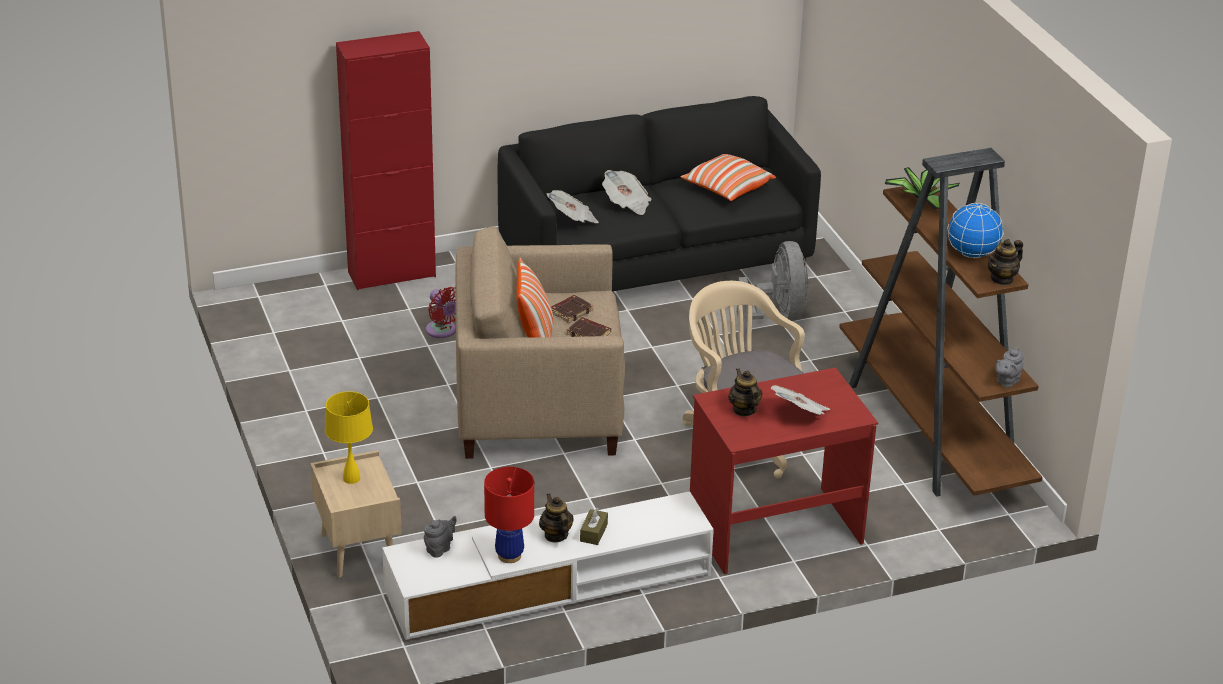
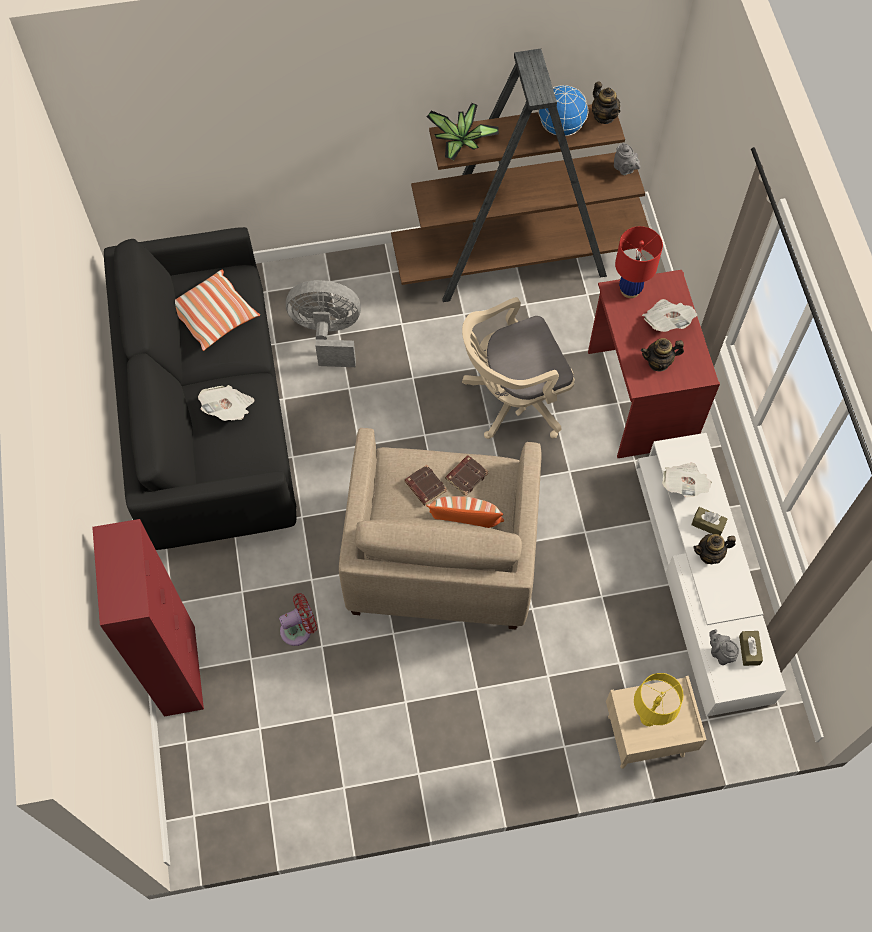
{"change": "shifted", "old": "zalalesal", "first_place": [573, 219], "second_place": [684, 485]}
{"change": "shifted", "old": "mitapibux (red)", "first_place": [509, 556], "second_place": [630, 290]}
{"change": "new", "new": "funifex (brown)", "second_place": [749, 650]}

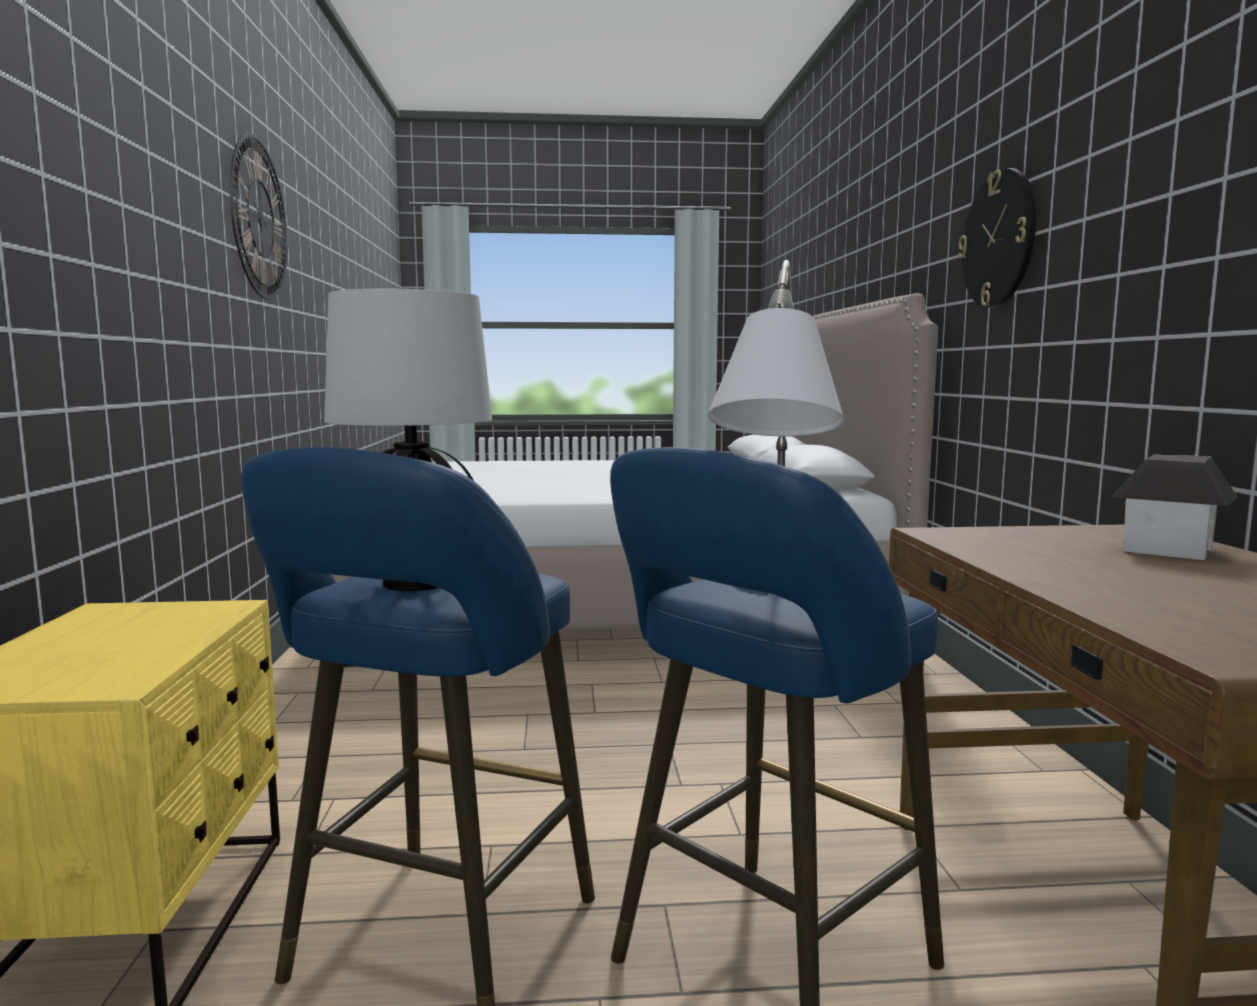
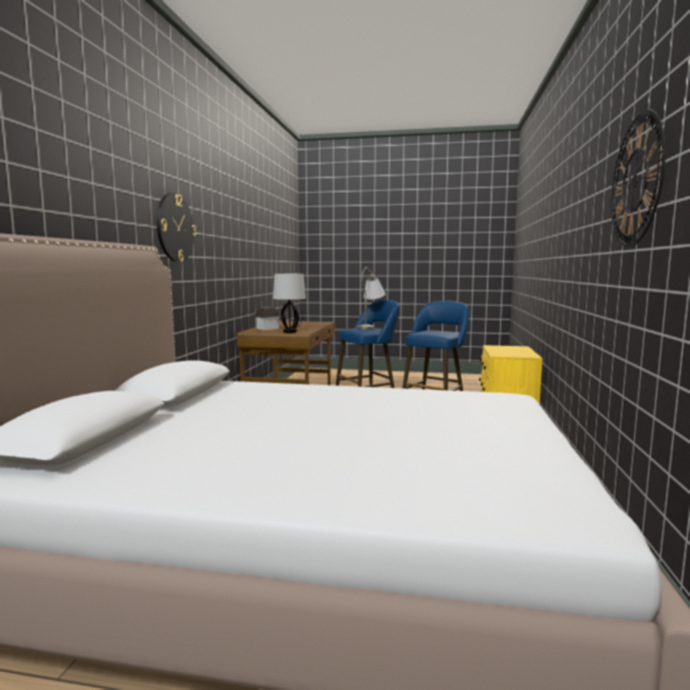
{"change": "shifted", "old": "mitapibux", "first_place": [415, 583], "second_place": [290, 332]}

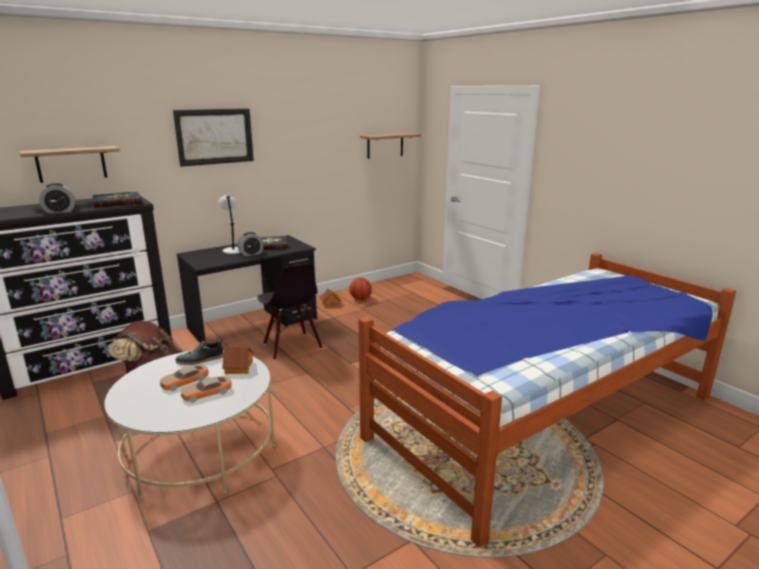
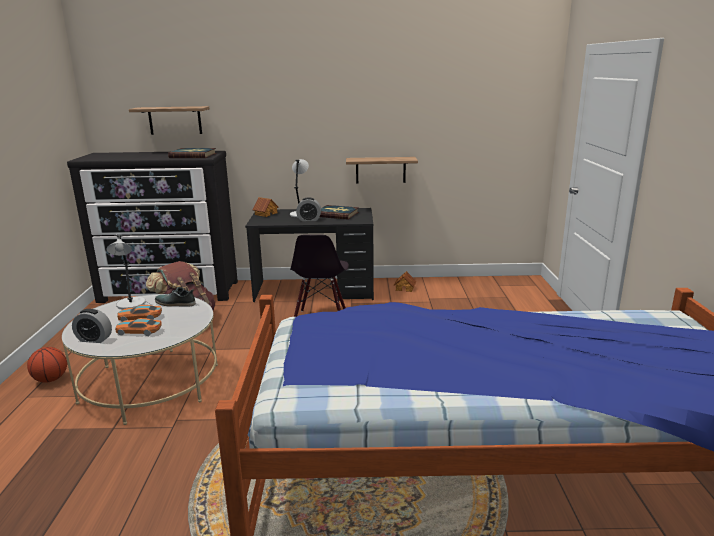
{"change": "gone", "old": "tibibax", "first_place": [214, 136]}
{"change": "shifted", "old": "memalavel", "first_place": [385, 145], "second_place": [380, 170]}
{"change": "shifted", "old": "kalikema", "first_place": [60, 211], "second_place": [94, 339]}
{"change": "shifted", "old": "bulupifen", "first_place": [360, 299], "second_place": [51, 380]}
{"change": "shifted", "old": "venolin", "first_place": [238, 367], "second_place": [265, 214]}
{"change": "new", "new": "mitapibux (grey)", "second_place": [131, 304]}

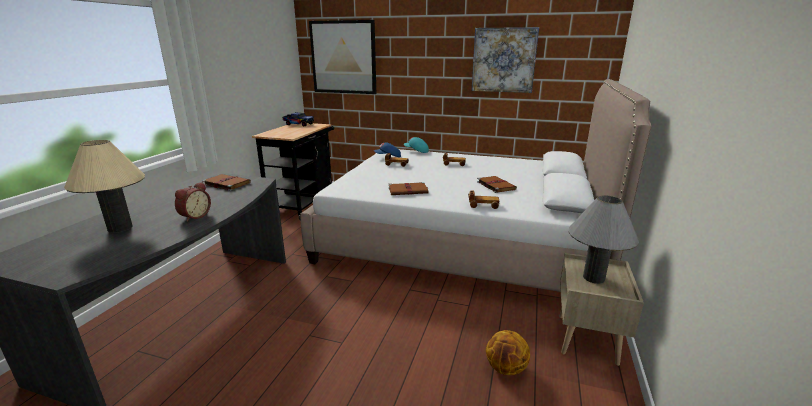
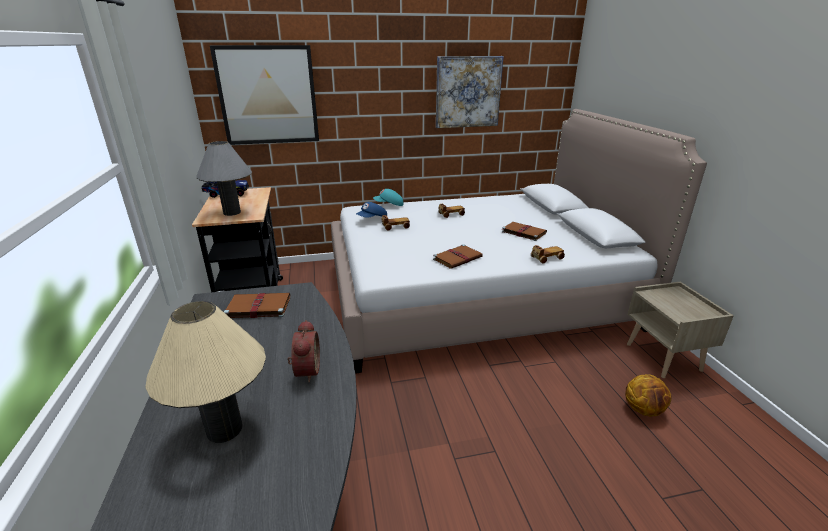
{"change": "shifted", "old": "mitapibux (grey)", "first_place": [593, 278], "second_place": [232, 212]}

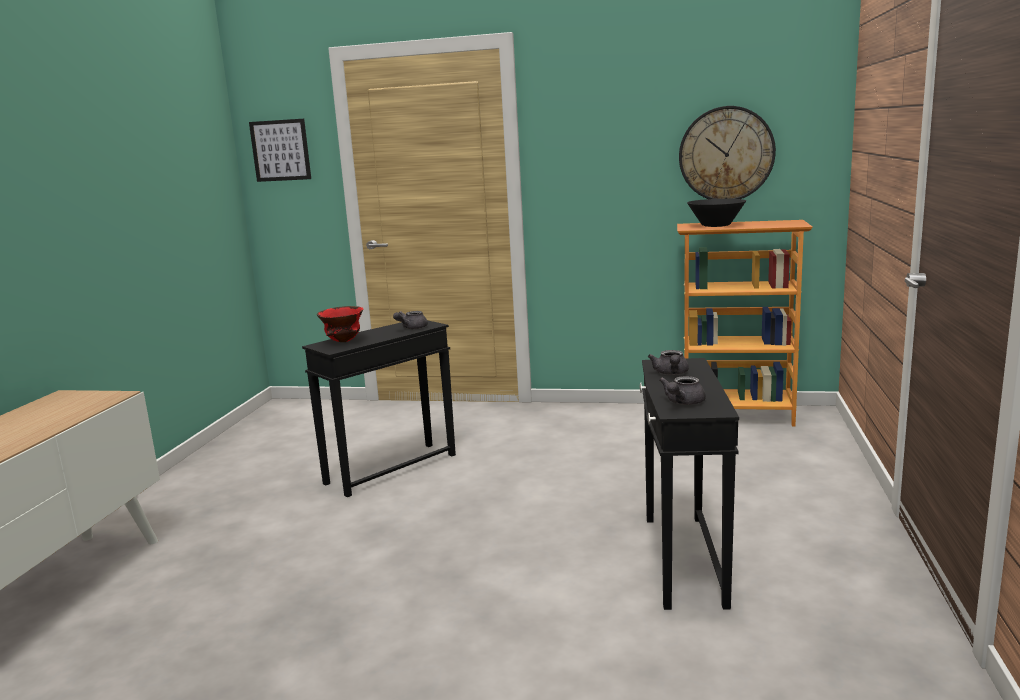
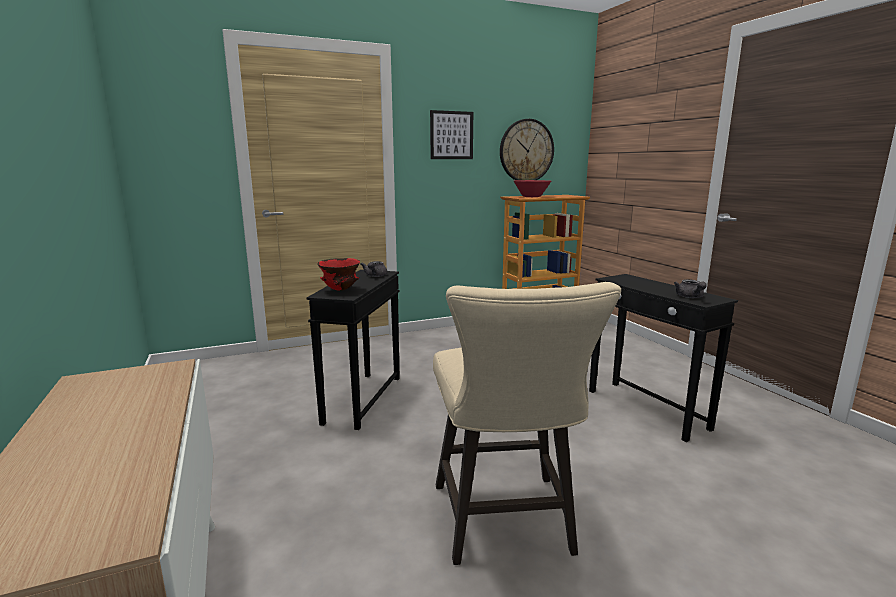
{"change": "shifted", "old": "tibibax", "first_place": [280, 150], "second_place": [451, 135]}
{"change": "repainted", "old": "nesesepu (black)", "new": "nesesepu (red)", "first_place": [715, 225], "second_place": [531, 197]}
{"change": "gone", "old": "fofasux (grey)", "first_place": [671, 373]}
{"change": "new", "new": "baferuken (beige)", "second_place": [505, 525]}

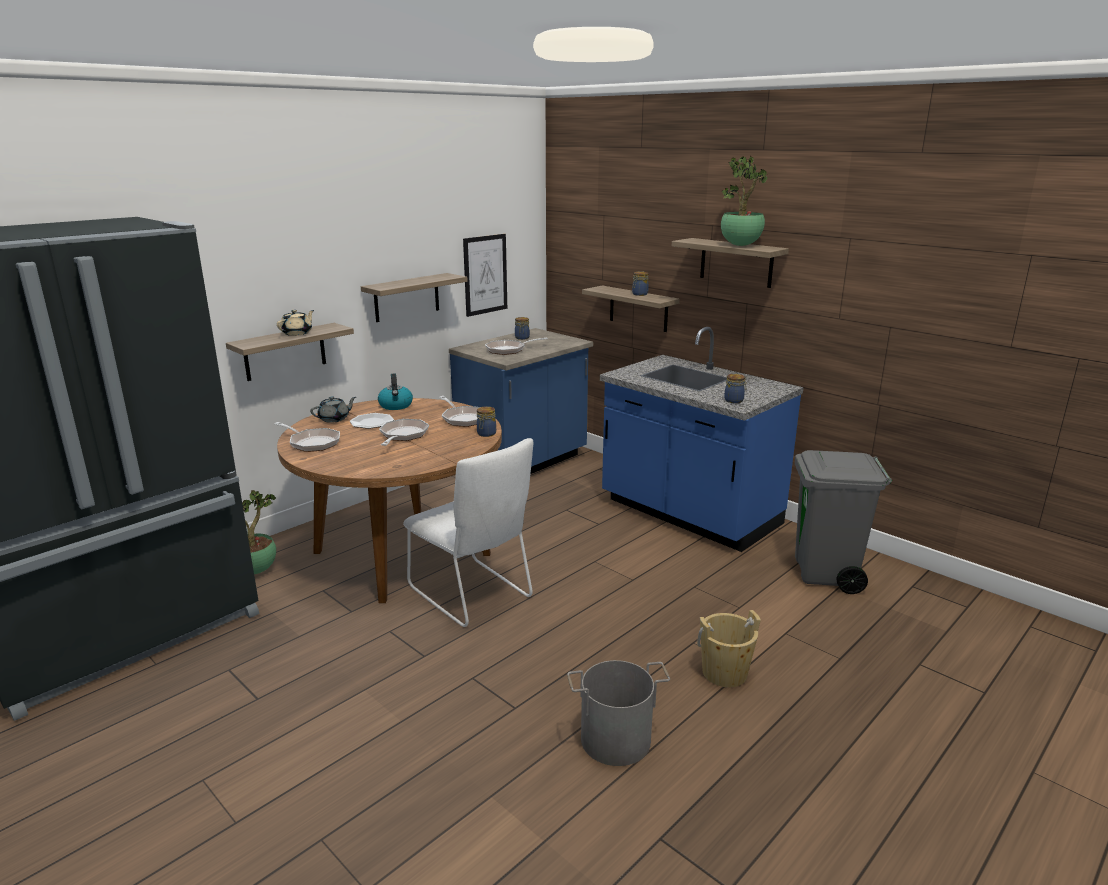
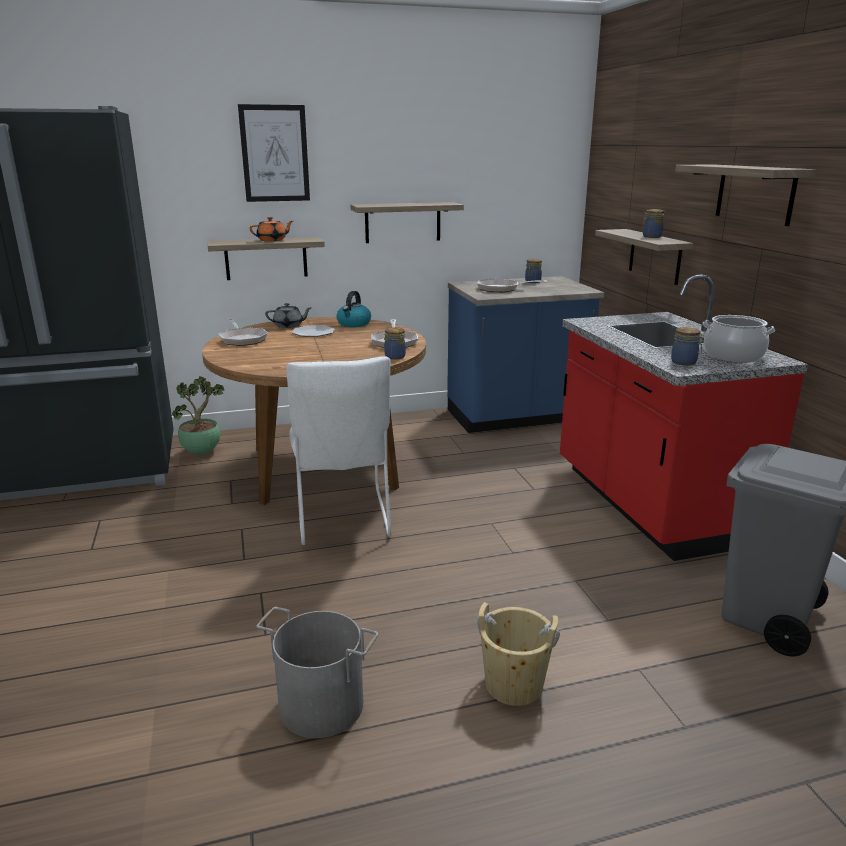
{"change": "gone", "old": "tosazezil", "first_place": [741, 245]}
{"change": "shifted", "old": "tibibax", "first_place": [485, 274], "second_place": [275, 154]}
{"change": "repainted", "old": "fofasux (beige)", "new": "fofasux (orange)", "first_place": [297, 333], "second_place": [272, 240]}
{"change": "repainted", "old": "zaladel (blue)", "new": "zaladel (red)", "first_place": [689, 513], "second_place": [649, 504]}
{"change": "gone", "old": "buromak", "first_place": [403, 435]}
{"change": "new", "new": "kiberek", "second_place": [733, 356]}

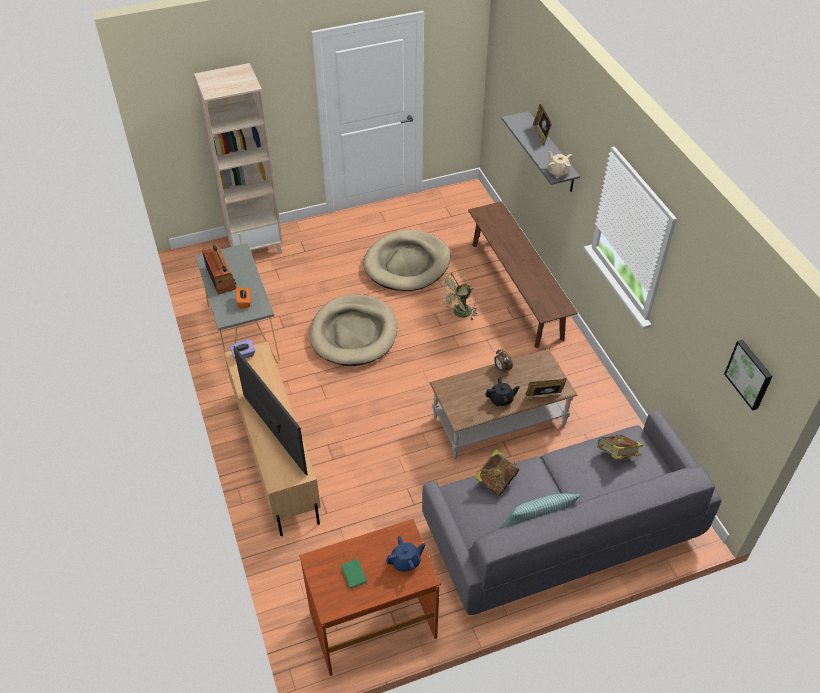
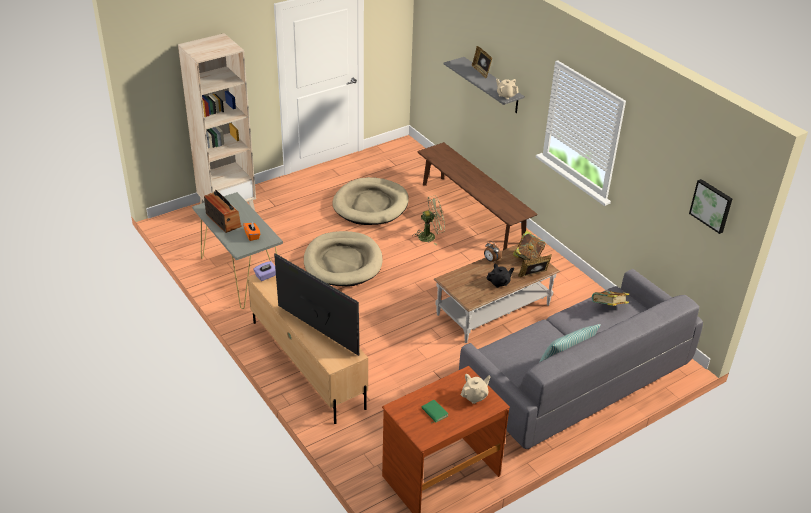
{"change": "rotated", "old": "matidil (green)", "first_place": [459, 314], "second_place": [430, 236], "degrees": -135}
{"change": "shifted", "old": "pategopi", "first_place": [495, 481], "second_place": [528, 257]}
{"change": "repainted", "old": "fofasux (blue)", "new": "fofasux (beige)", "first_place": [406, 562], "second_place": [475, 396]}

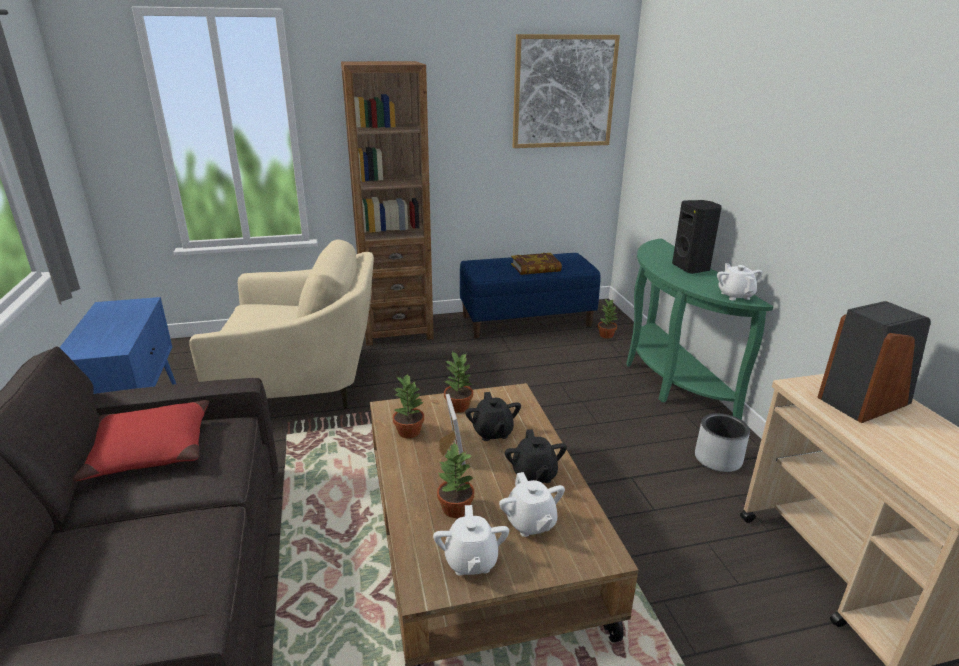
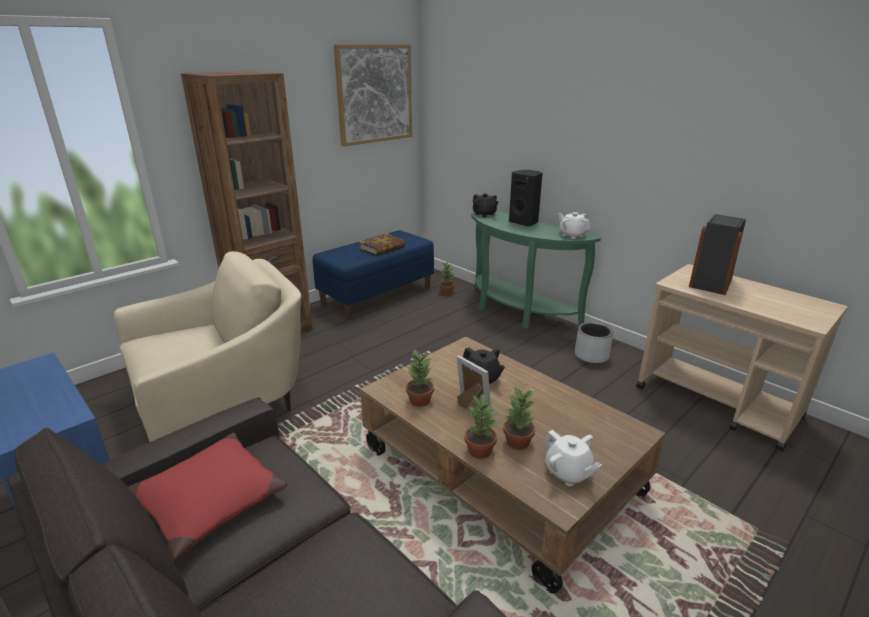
{"change": "shifted", "old": "tosazezil", "first_place": [458, 406], "second_place": [479, 450]}
{"change": "shifted", "old": "fofasux (black)", "first_place": [534, 475], "second_place": [484, 214]}
{"change": "gone", "old": "fofasux (white)", "first_place": [530, 523]}

